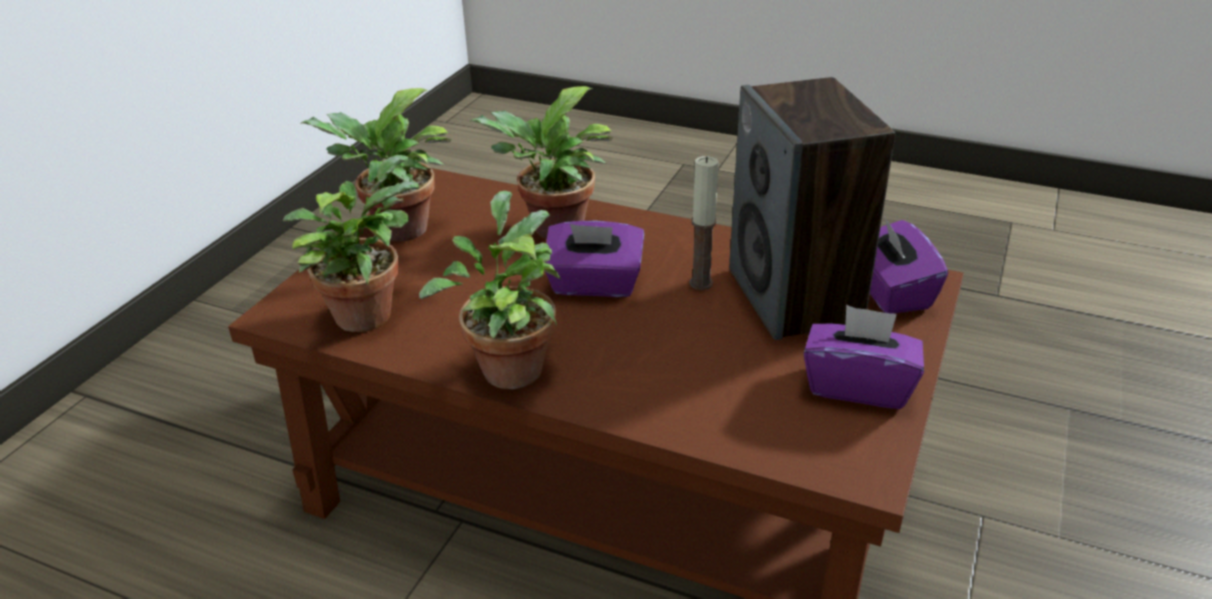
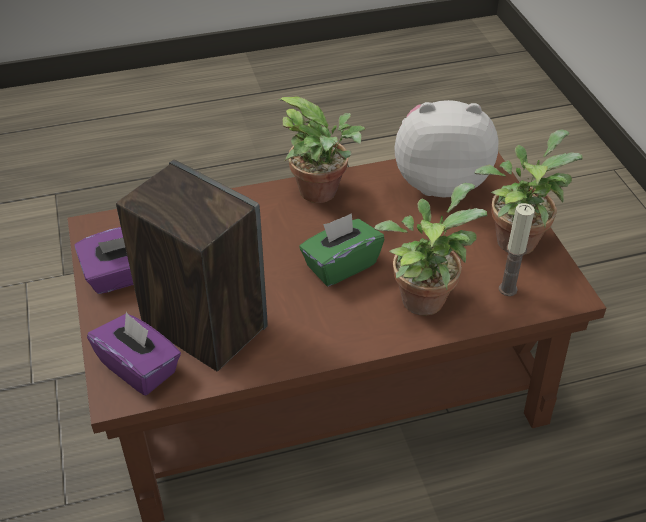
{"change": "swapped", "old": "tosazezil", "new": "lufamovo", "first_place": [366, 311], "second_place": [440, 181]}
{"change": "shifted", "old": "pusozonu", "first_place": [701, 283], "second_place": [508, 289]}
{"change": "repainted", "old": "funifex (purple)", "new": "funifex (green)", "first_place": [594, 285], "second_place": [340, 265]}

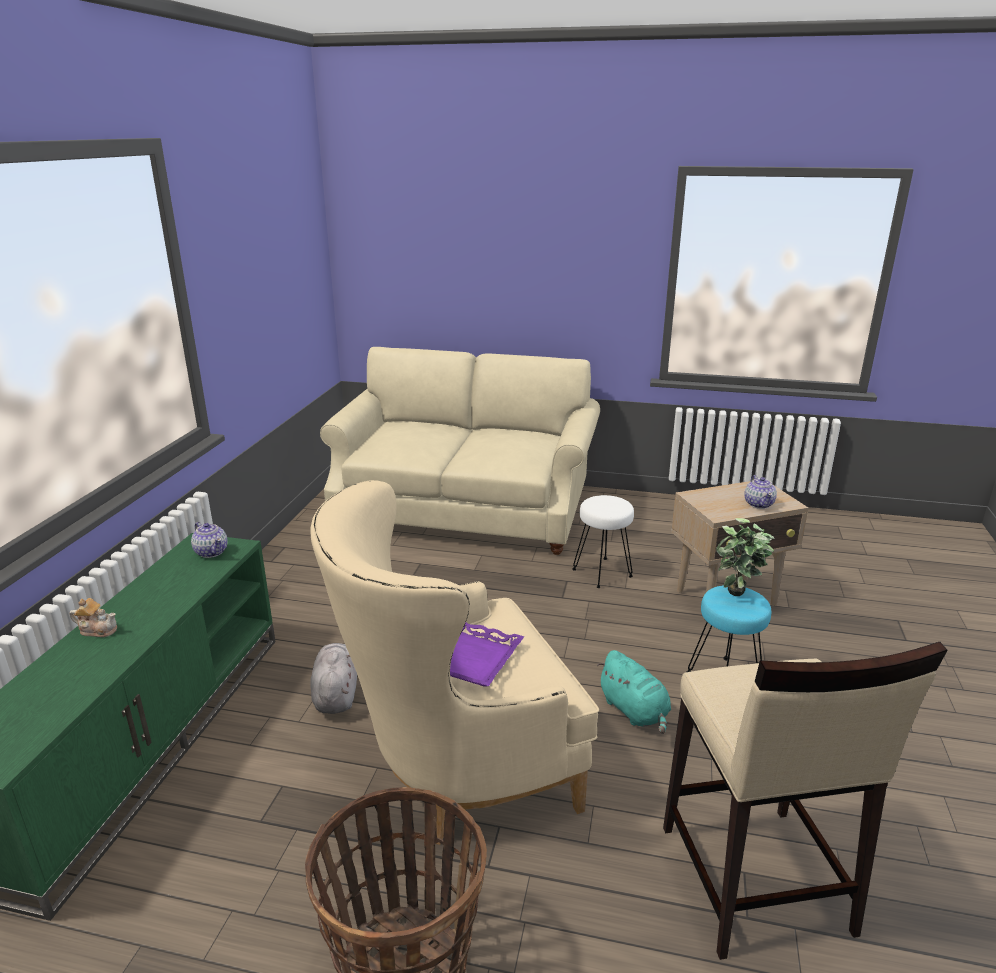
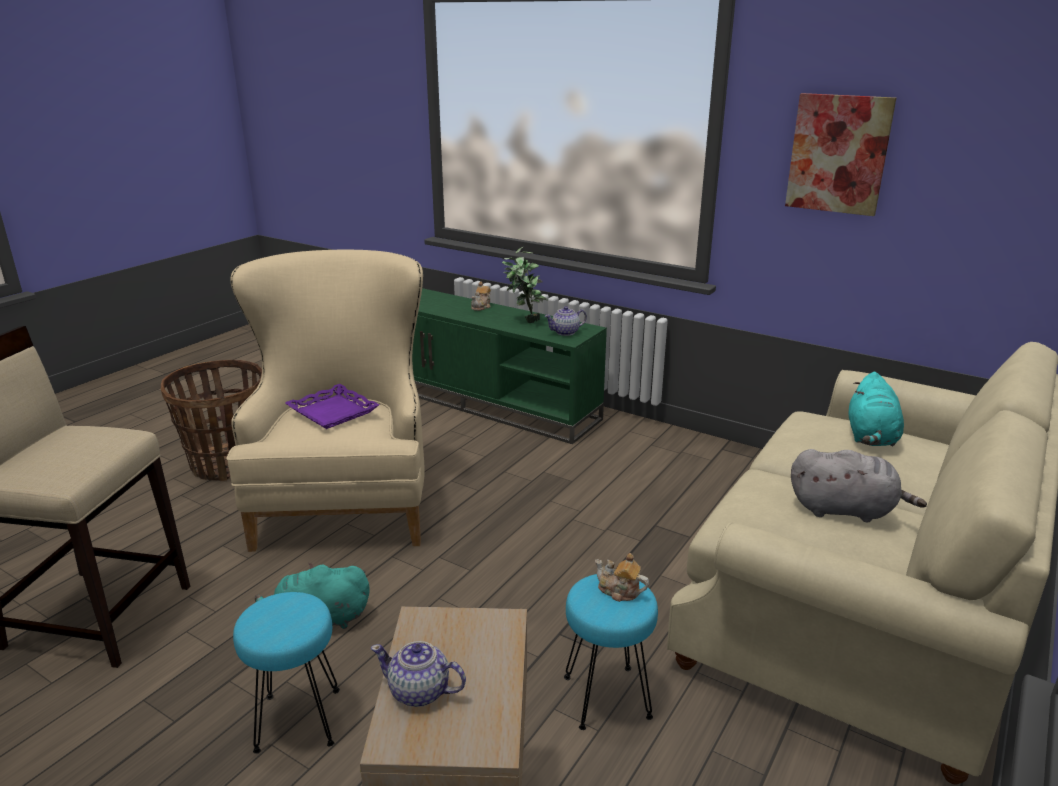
{"change": "repainted", "old": "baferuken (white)", "new": "baferuken (turquoise)", "first_place": [603, 573], "second_place": [606, 698]}
{"change": "shifted", "old": "tosazezil", "first_place": [737, 599], "second_place": [524, 321]}
{"change": "shifted", "old": "lufamovo (grey)", "first_place": [336, 694], "second_place": [845, 510]}
{"change": "new", "new": "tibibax", "second_place": [838, 154]}
{"change": "new", "new": "lufamovo (turquoise)", "second_place": [871, 437]}
{"change": "new", "new": "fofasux", "second_place": [619, 591]}

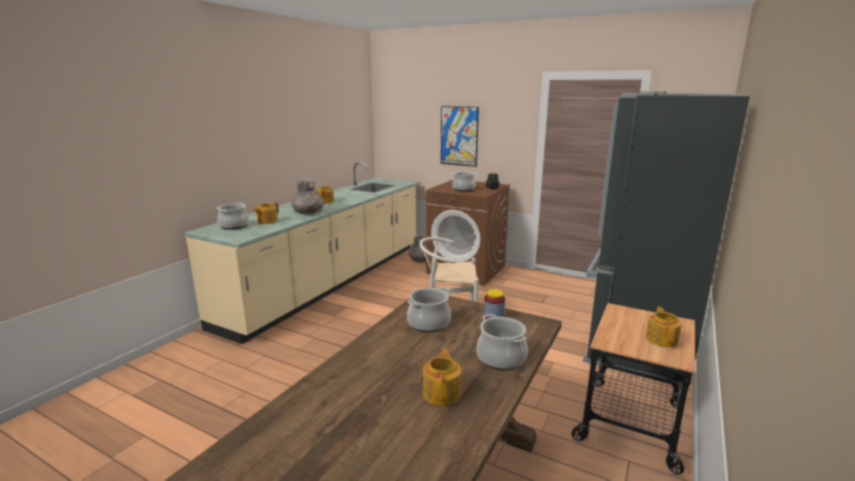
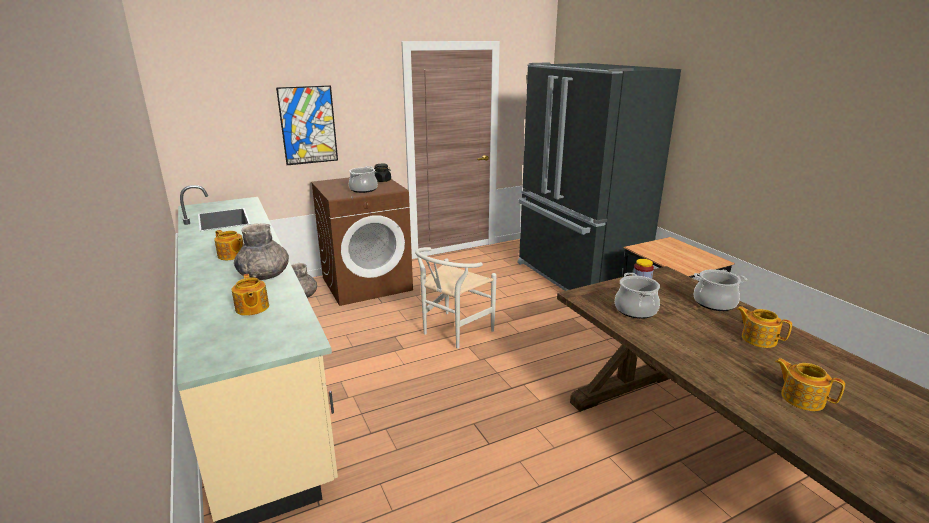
{"change": "gone", "old": "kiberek", "first_place": [234, 226]}
{"change": "shifted", "old": "fofasux", "first_place": [662, 339], "second_place": [801, 398]}

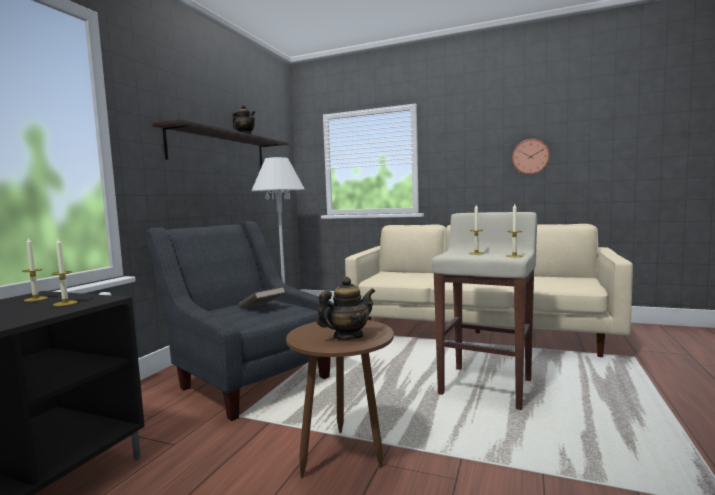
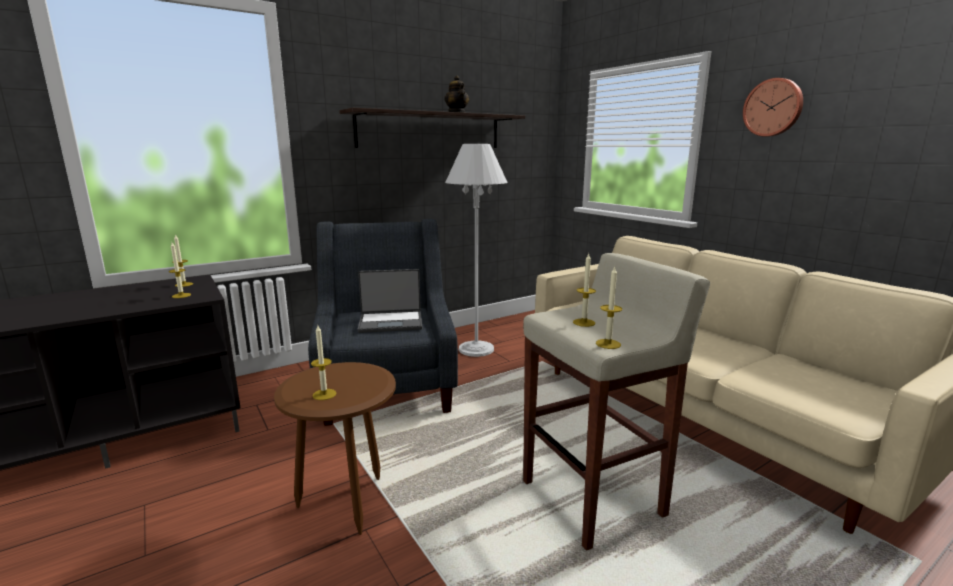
{"change": "shifted", "old": "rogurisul", "first_place": [530, 157], "second_place": [773, 107]}
{"change": "swapped", "old": "fofasux", "new": "pusozonu", "first_place": [348, 336], "second_place": [324, 394]}
{"change": "swapped", "old": "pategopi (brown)", "new": "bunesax", "first_place": [262, 308], "second_place": [391, 322]}

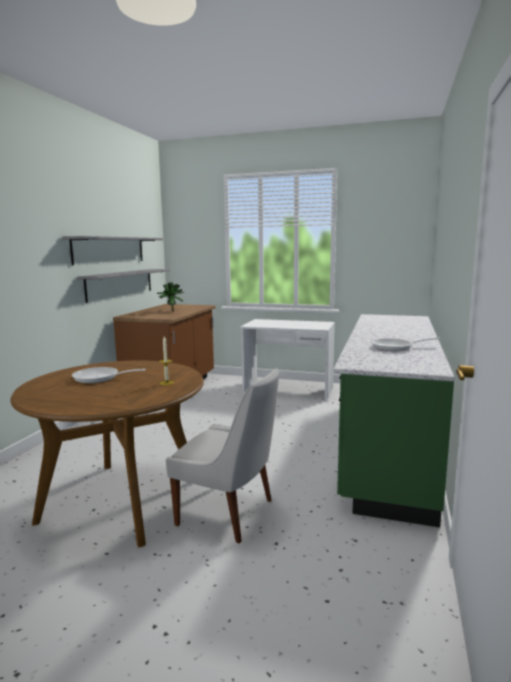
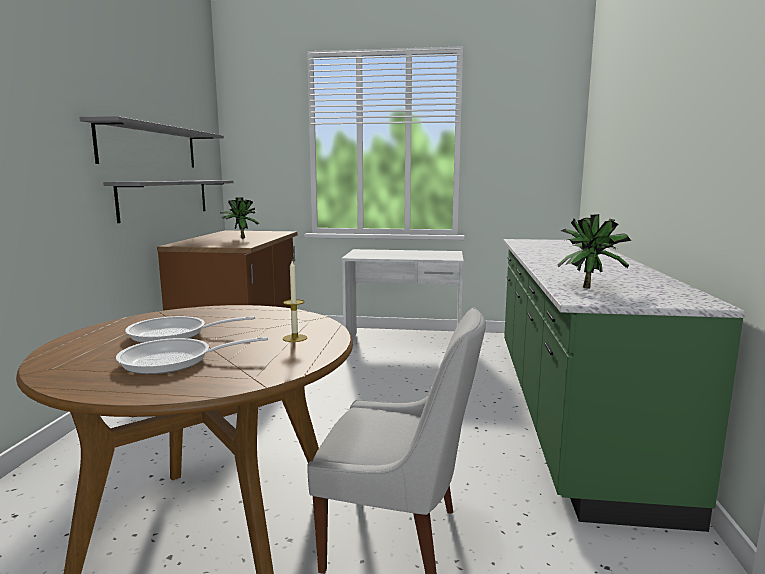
{"change": "shifted", "old": "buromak", "first_place": [395, 347], "second_place": [174, 361]}
{"change": "new", "new": "tosazezil", "second_place": [589, 287]}

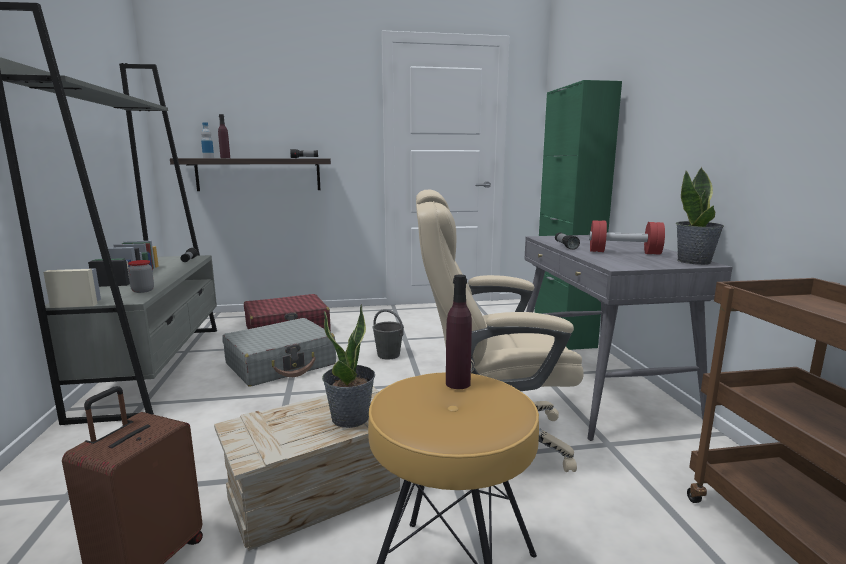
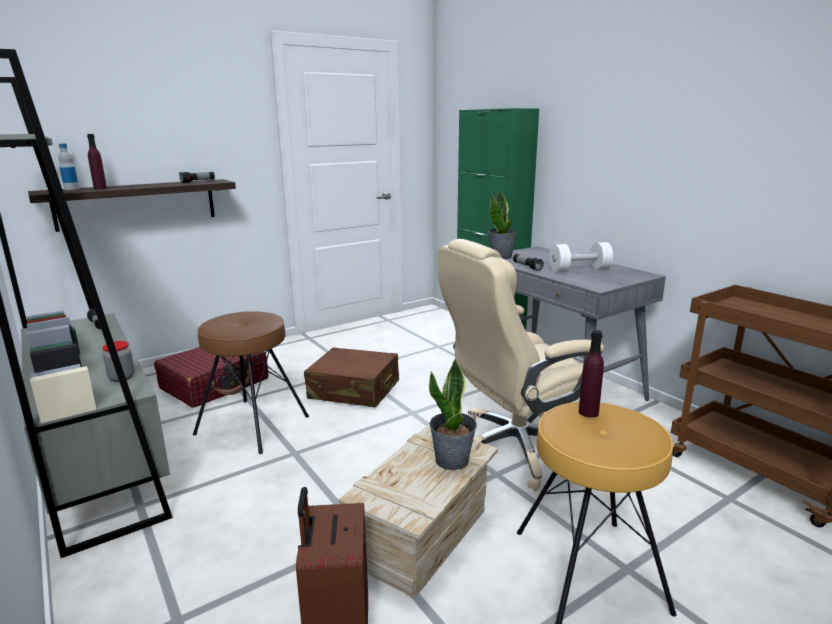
{"change": "shifted", "old": "tosazezil", "first_place": [694, 261], "second_place": [501, 257]}
{"change": "repainted", "old": "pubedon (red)", "new": "pubedon (white)", "first_place": [624, 252], "second_place": [579, 269]}
{"change": "swapped", "old": "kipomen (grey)", "new": "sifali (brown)", "first_place": [389, 355], "second_place": [354, 390]}
{"change": "swapped", "old": "sifali (grey)", "new": "baferuken (brown)", "first_place": [281, 364], "second_place": [253, 424]}

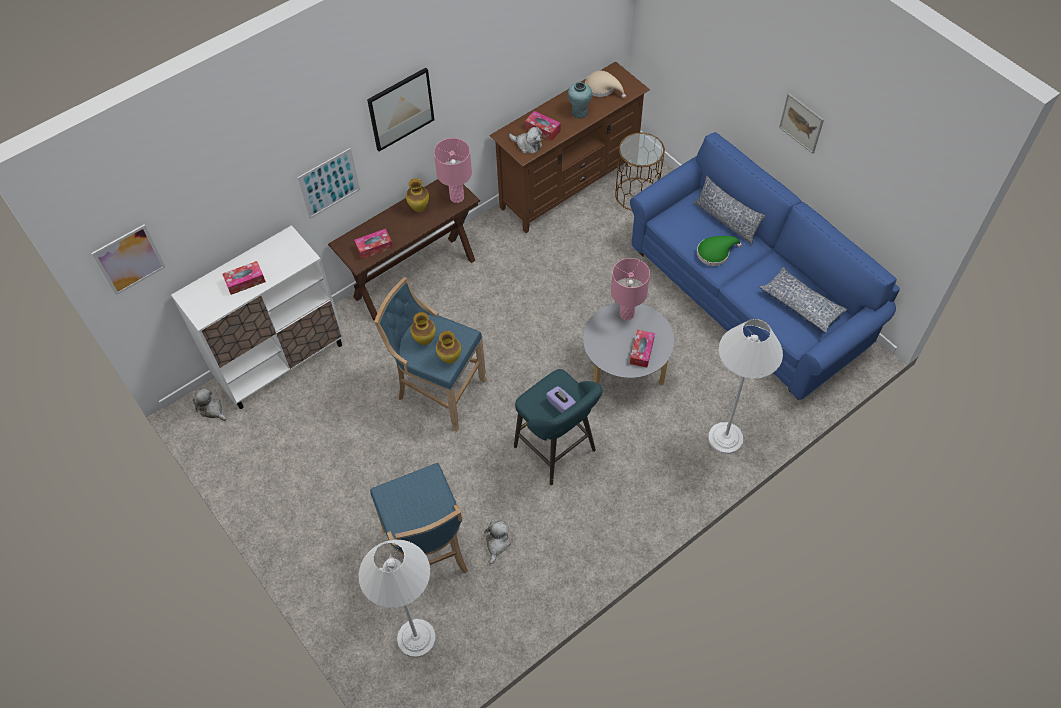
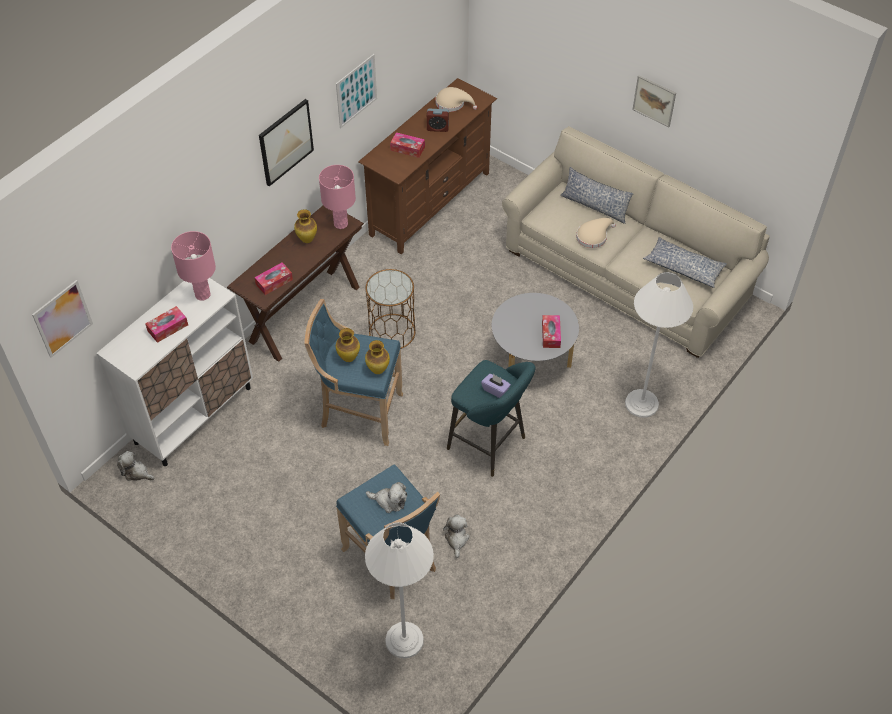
{"change": "swapped", "old": "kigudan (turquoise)", "new": "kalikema", "first_place": [579, 112], "second_place": [437, 128]}
{"change": "shifted", "old": "lufamovo", "first_place": [527, 145], "second_place": [389, 501]}
{"change": "repainted", "old": "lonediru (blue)", "new": "lonediru (beige)", "first_place": [749, 295], "second_place": [627, 274]}
{"change": "shifted", "old": "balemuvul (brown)", "first_place": [637, 194], "second_place": [392, 332]}
{"change": "shifted", "old": "tibibax", "first_place": [329, 183], "second_place": [356, 91]}
{"change": "repainted", "old": "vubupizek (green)", "new": "vubupizek (beige)", "first_place": [715, 253], "second_place": [593, 236]}
{"change": "shifted", "old": "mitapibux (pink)", "first_place": [627, 314], "second_place": [202, 294]}

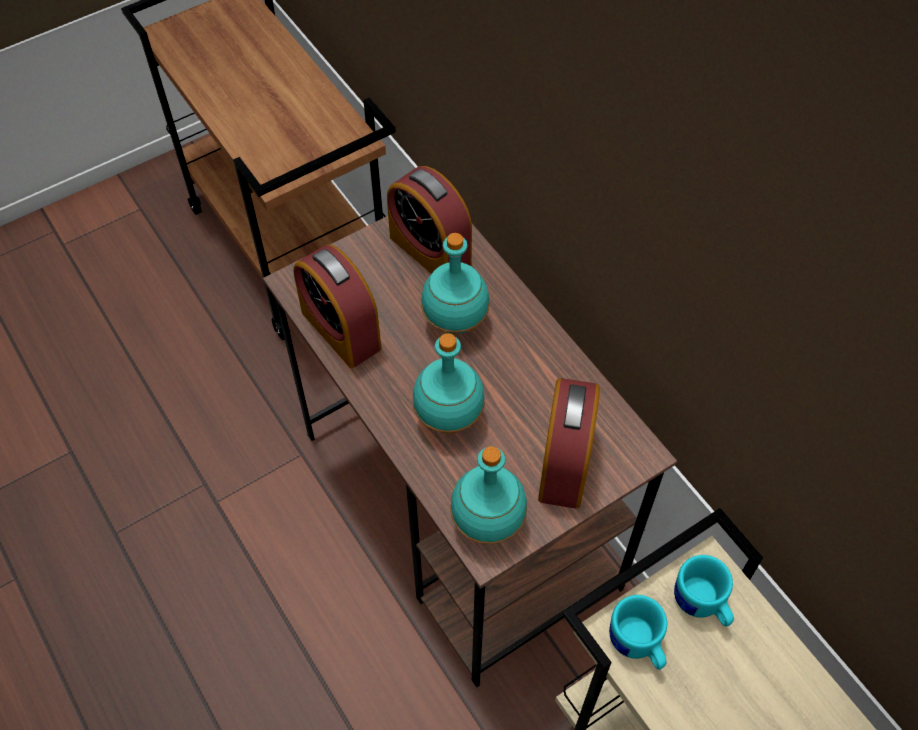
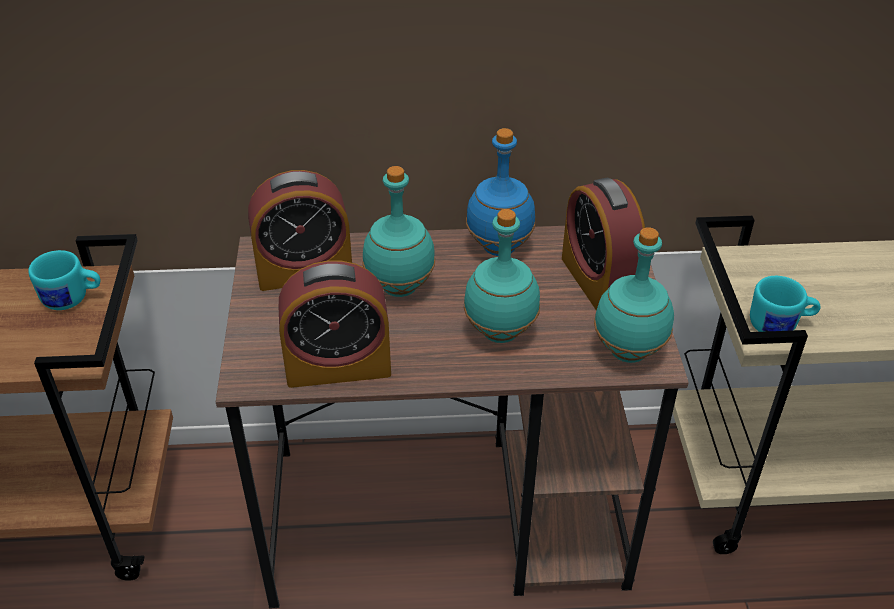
{"change": "rotated", "old": "kalikema", "first_place": [565, 462], "second_place": [598, 281], "degrees": -150}
{"change": "shifted", "old": "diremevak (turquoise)", "first_place": [701, 604], "second_place": [73, 299]}
{"change": "new", "new": "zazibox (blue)", "second_place": [498, 247]}

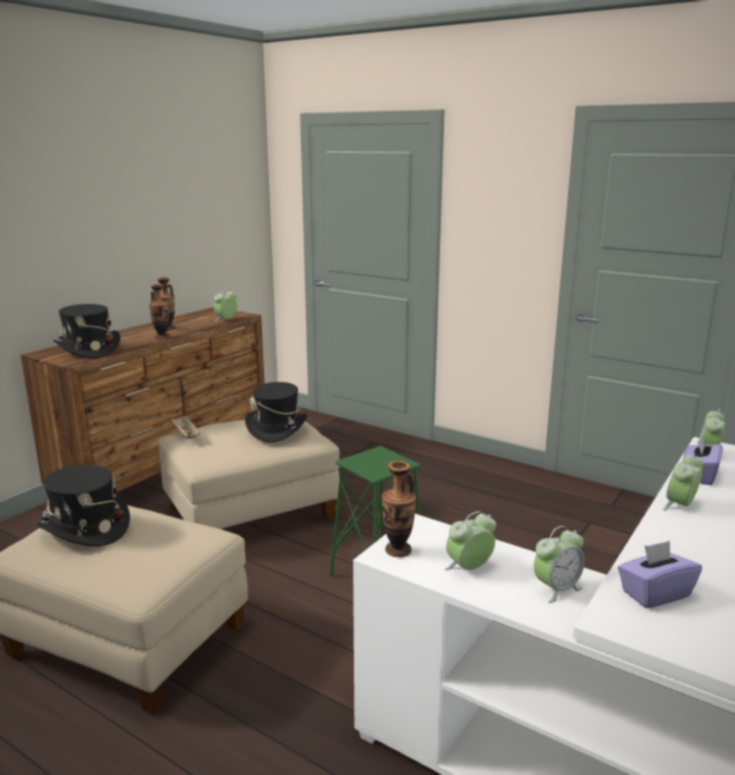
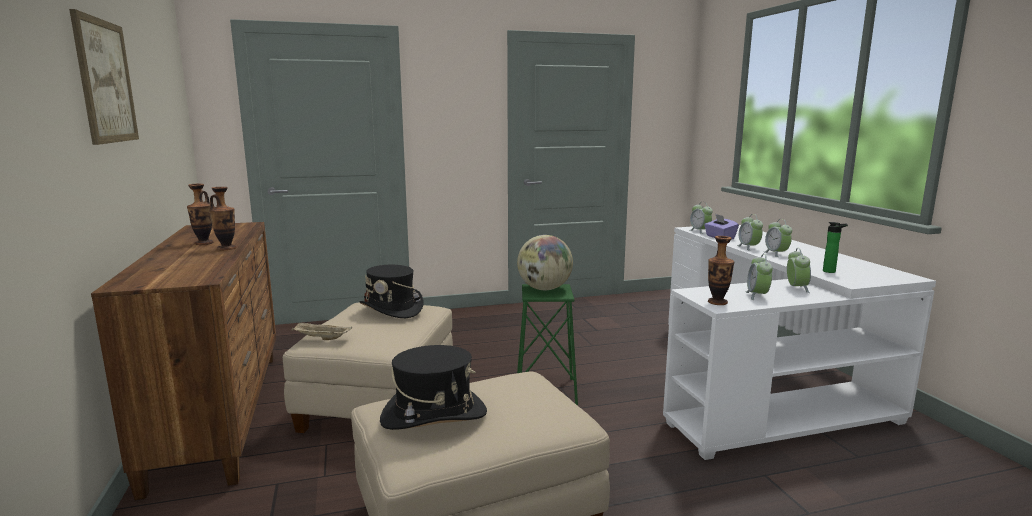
{"change": "shifted", "old": "kalikema", "first_place": [226, 320], "second_place": [776, 254]}
{"change": "gone", "old": "vubupizek (black)", "first_place": [88, 349]}
{"change": "swapped", "old": "funifex (purple)", "new": "zazibox", "first_place": [654, 593], "second_place": [831, 271]}
{"change": "new", "new": "tibibax", "second_place": [105, 81]}
{"change": "new", "new": "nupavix", "second_place": [544, 289]}

